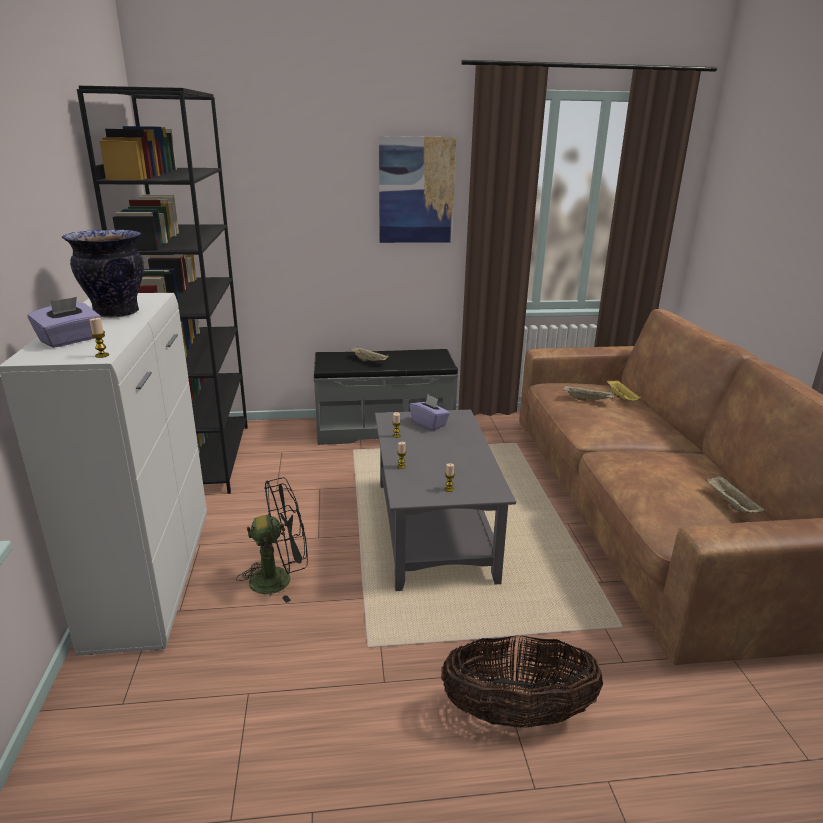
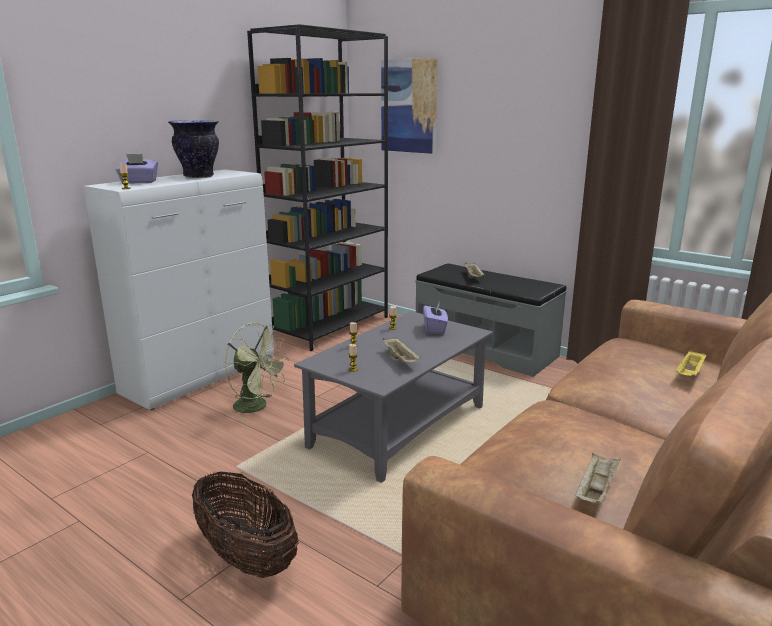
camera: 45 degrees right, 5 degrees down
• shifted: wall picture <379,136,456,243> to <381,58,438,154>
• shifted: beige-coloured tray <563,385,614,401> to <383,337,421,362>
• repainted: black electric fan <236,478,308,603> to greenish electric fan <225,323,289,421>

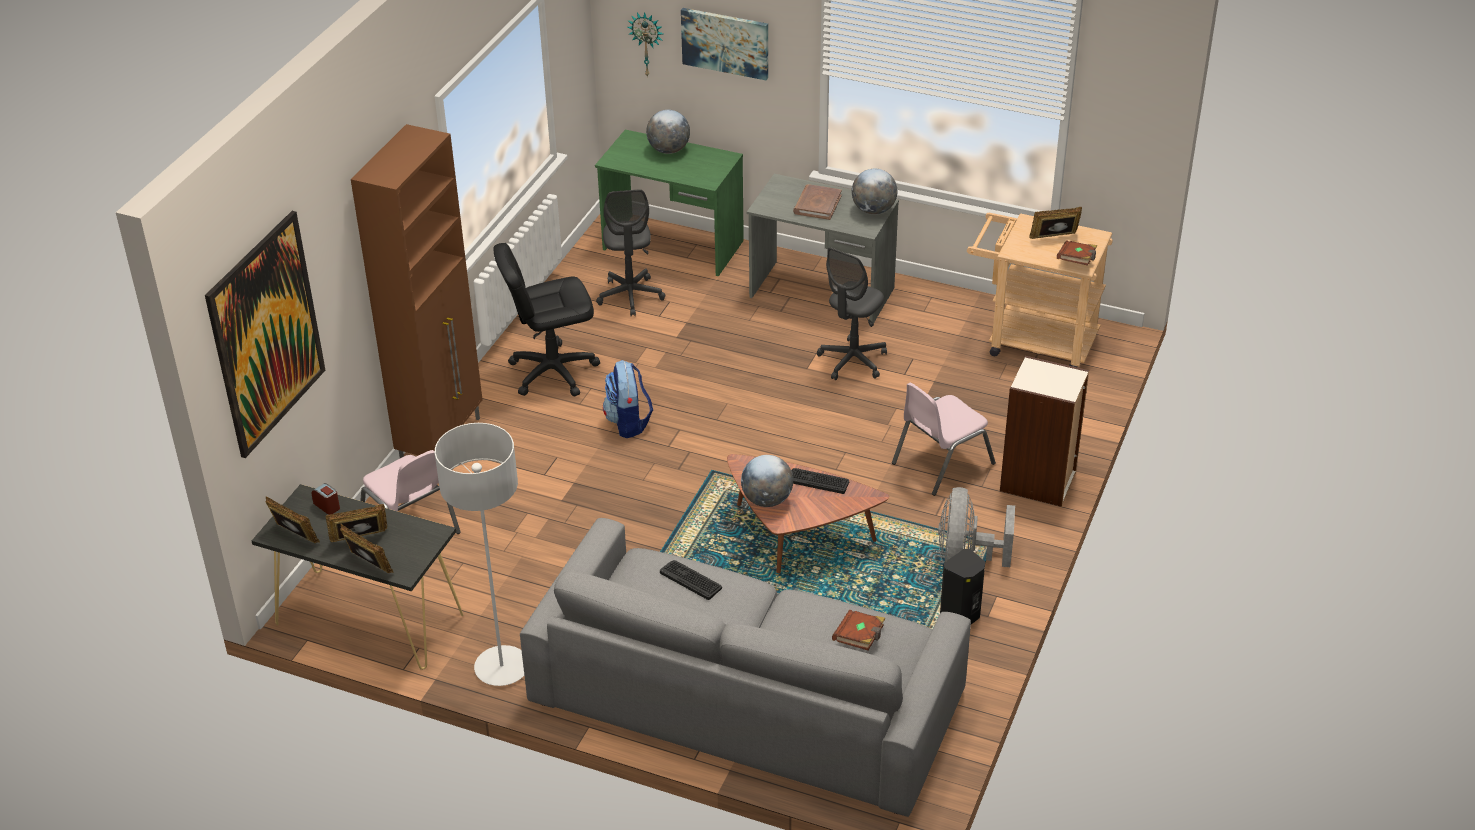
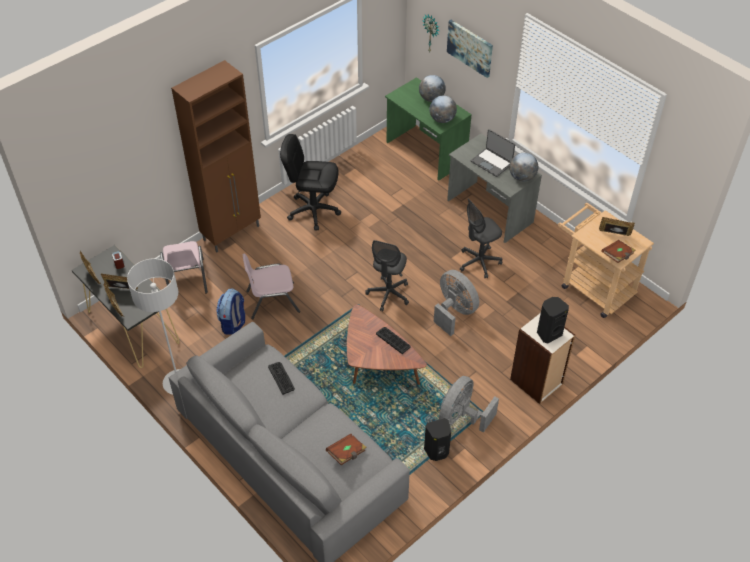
camera: 25 degrees right, 10 degrees up
• swapped: brownish bound book <793,184,842,220> to portable computer <471,129,515,177>
• shifted: gray desk chair <596,189,665,316> to <365,240,409,311>
• gone: wall picture <205,211,325,458>
• shifted: rucksack <603,360,653,438> to <216,289,245,335>
• shifted: pink plain chair <892,382,996,496> to <242,253,300,320>
• shifted: desk globe <741,455,793,507> to <429,95,457,123>
• new: gray electric fan <434,270,479,336>
• new: black loudspeaker <537,297,569,343>

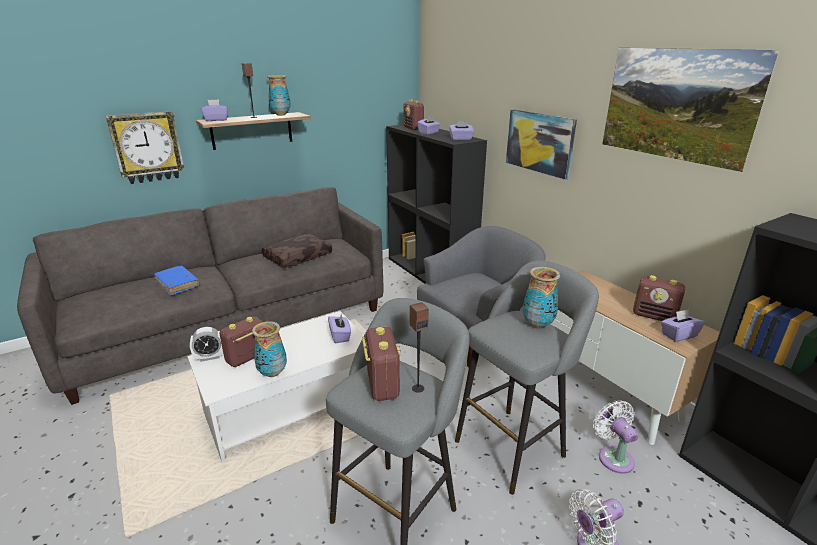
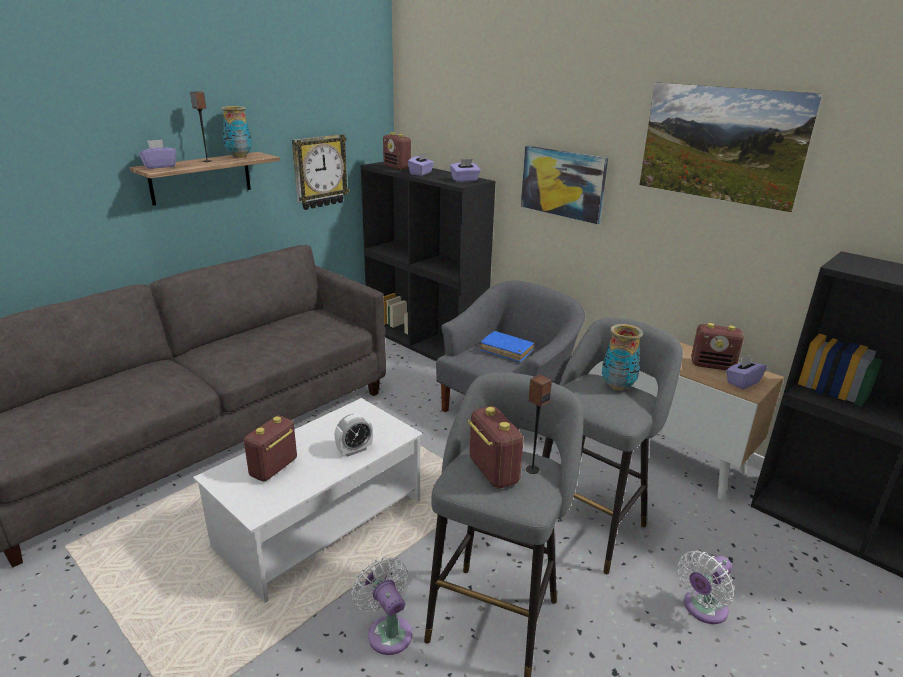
camera: 15 degrees left, 0 degrees up
• shifted: clock on the wall <106,111,184,184> to <292,134,349,210>
• gone: brownish pillow <262,234,332,268>
• shifted: blue-coloured bound book <154,266,199,295> to <480,331,534,362>
• gone: purple-coloured tissue box <328,313,351,343>
• gone: vase <252,321,287,377>
• shifted: bedside clock <190,327,223,362> to <335,414,373,457>
• shifted: white electric fan <593,400,638,474> to <351,557,412,655>

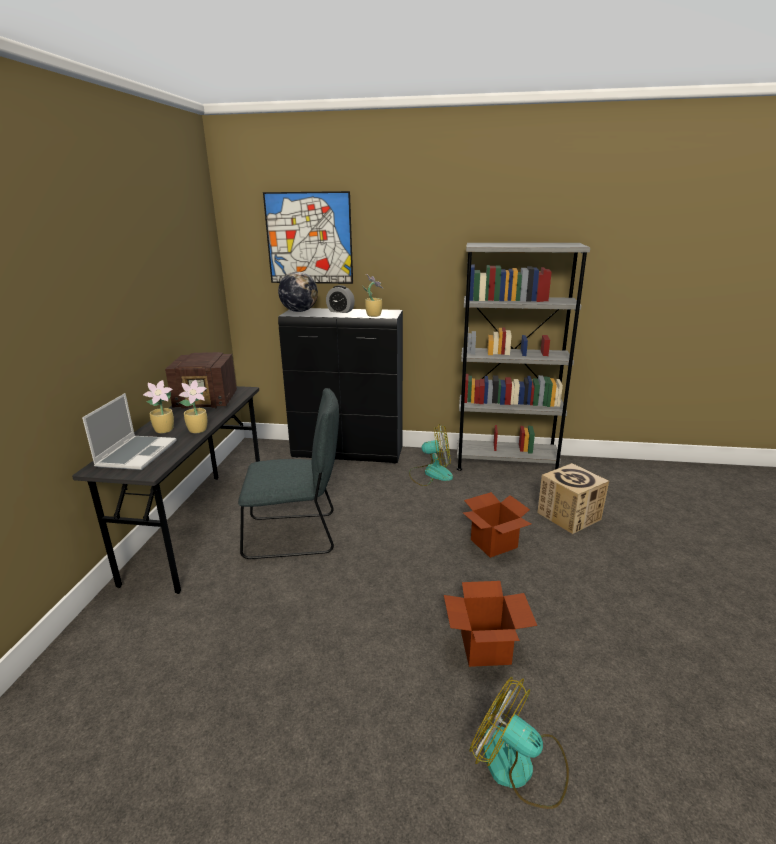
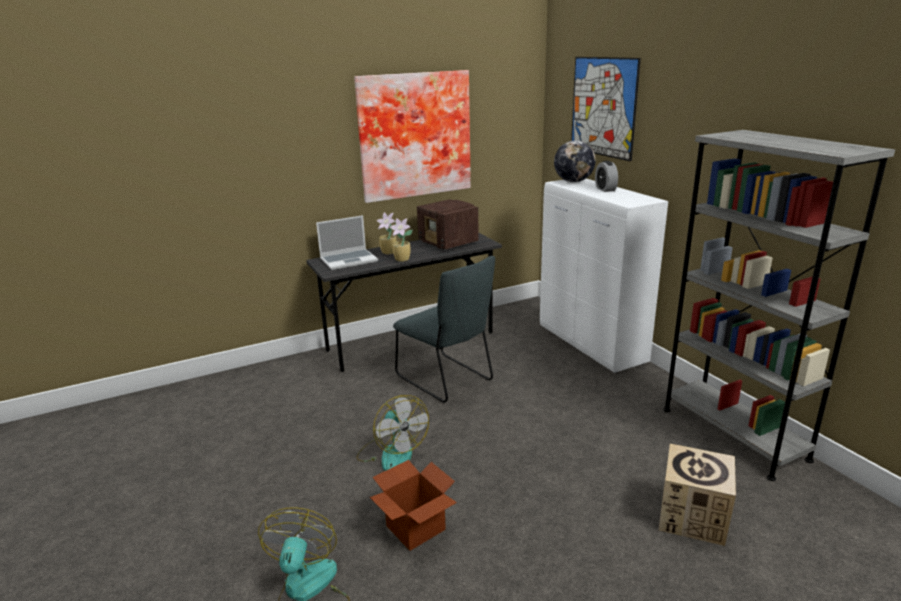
camera: 55 degrees right, 0 degrees up
• gone: houseplant <363,274,383,317>
• repainted: black cupboard <278,308,403,464> to white cupboard <540,179,668,373>
• shifted: electric fan <409,424,453,486> to <357,395,429,471>
• gone: cardboard box <463,492,531,558>
• new: wall picture <354,70,471,203>

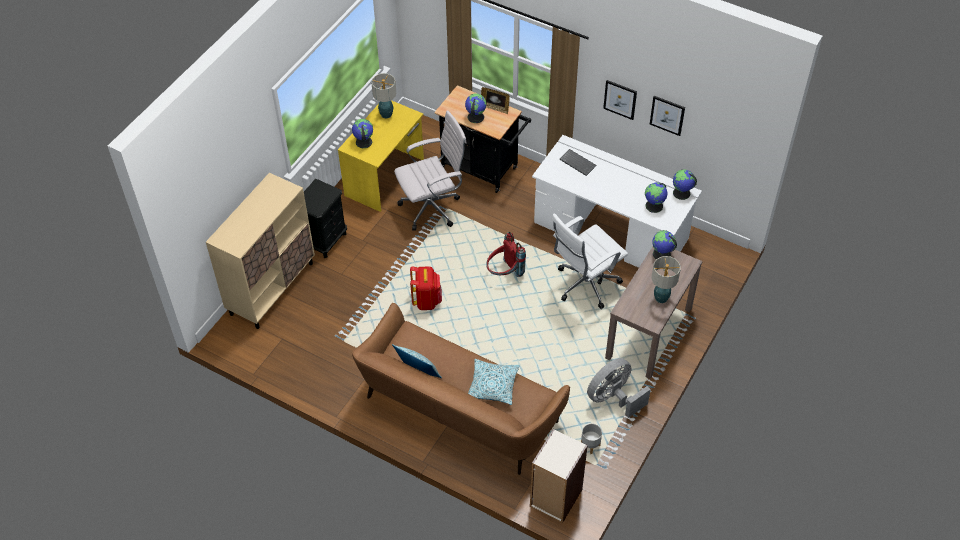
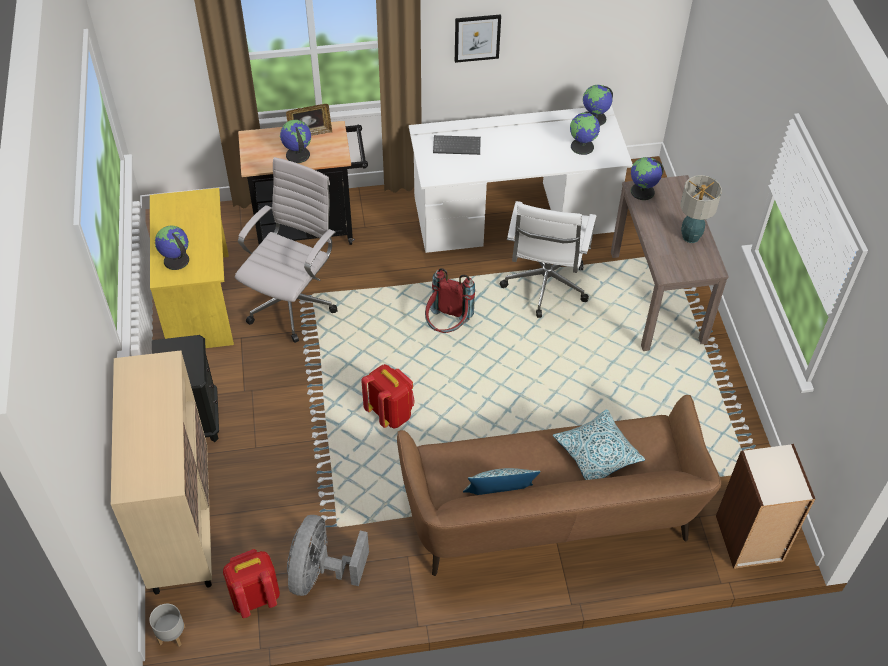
camera: 40 degrees left, 0 degrees up
• gone: lamp for a table <371,73,396,118>
• gone: wall picture <650,96,685,136>
• shifted: gray electric fan <587,358,651,418> to <287,515,369,596>
• shifted: gray planter <581,424,602,454> to <149,604,185,646>
• new: red-coloured rucksack <223,549,280,618>

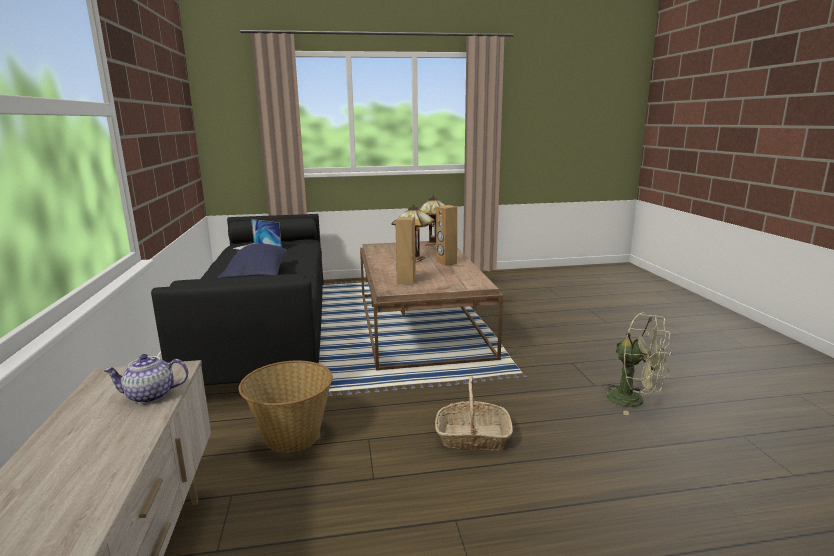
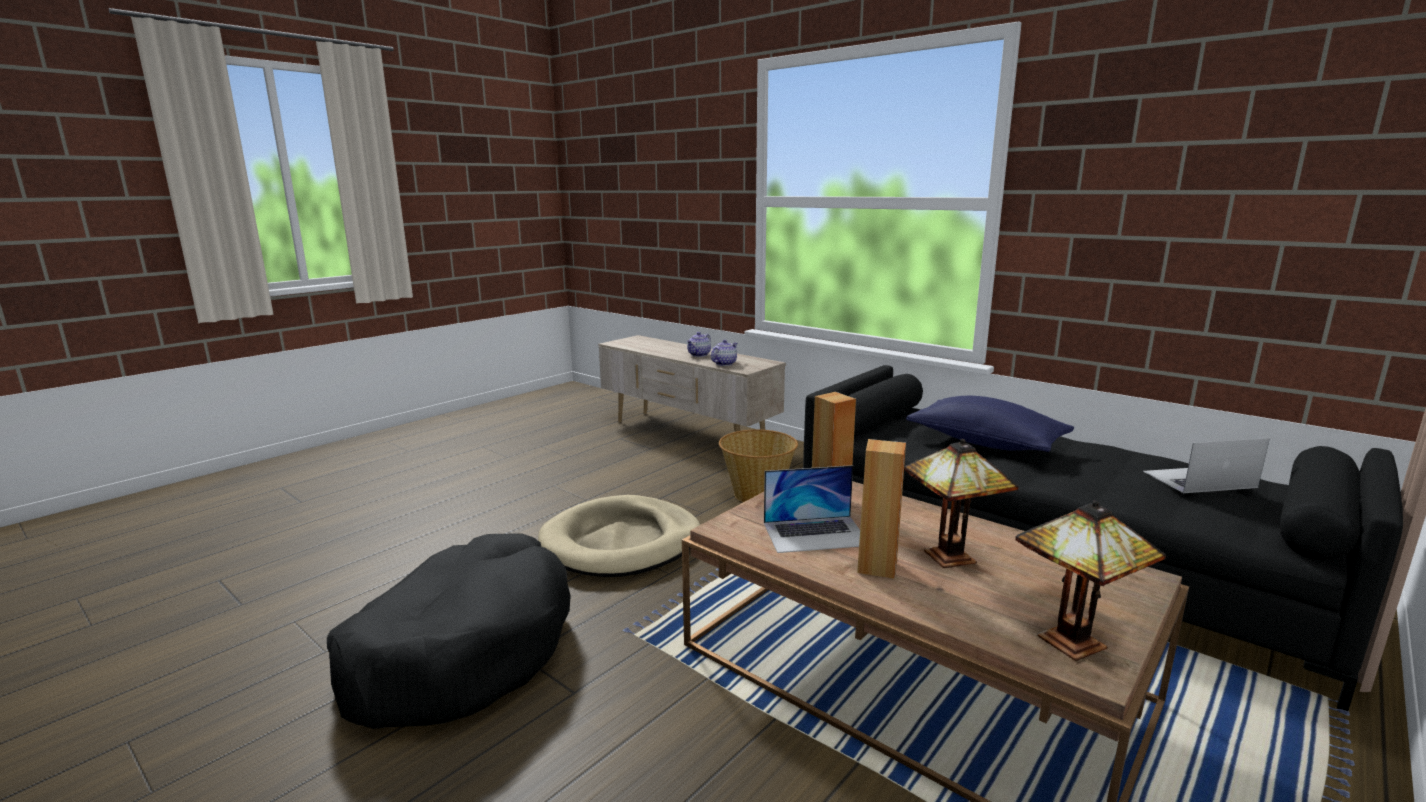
camera: 140 degrees right, 0 degrees up
• swapped: greenish electric fan <603,313,672,415> to black pet bed <327,534,571,729>
• swapped: household basket <435,376,513,450> to beige-coloured pet bed <538,495,700,577>
• new: pot for tea <687,332,711,357>
• new: portable computer <764,465,860,553>

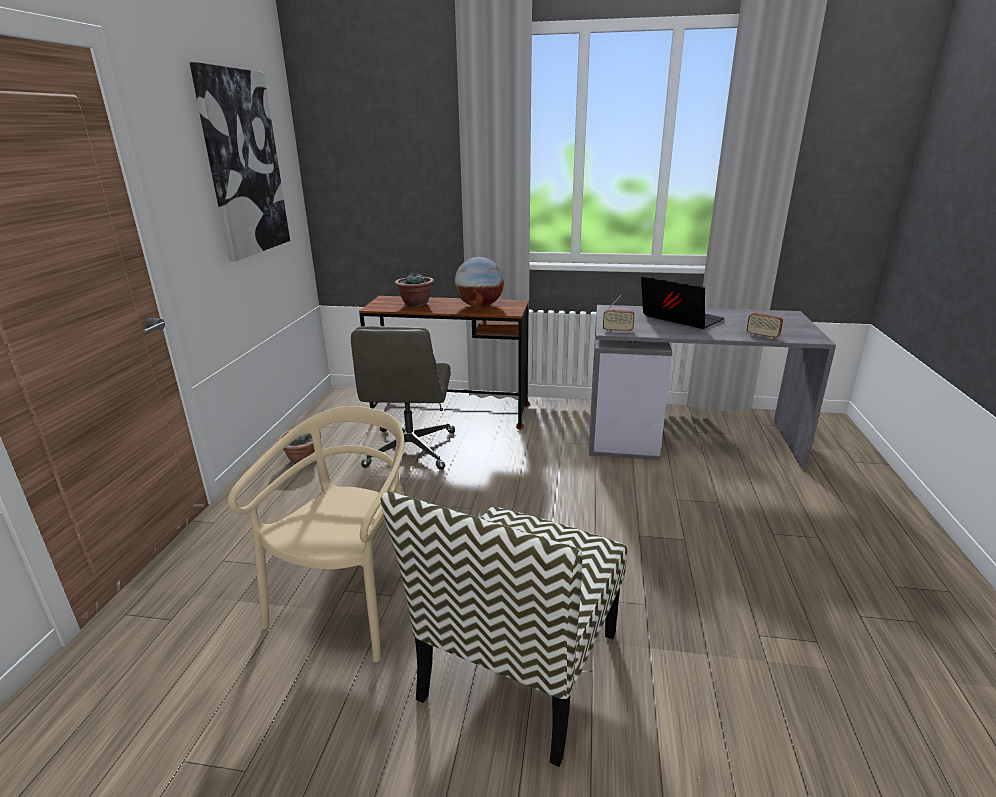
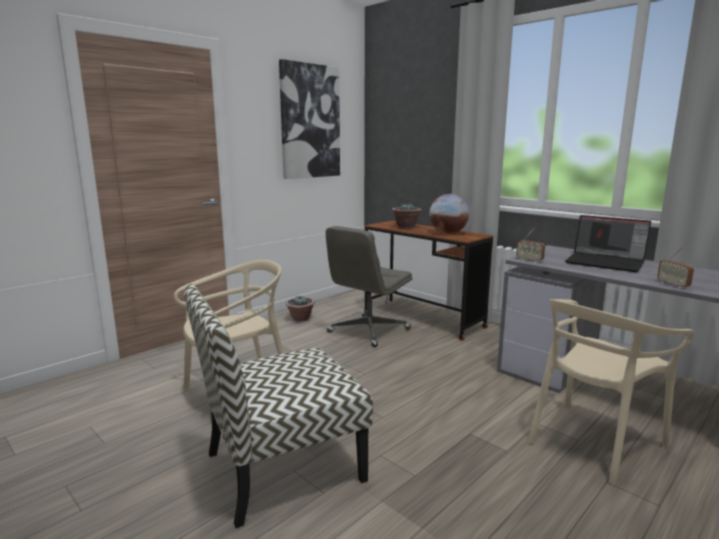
camera: 35 degrees right, 10 degrees down
• rotated: portable computer <641,276,724,329> = <565,215,651,272> 135 degrees clockwise
• new: beige-coloured plain chair <528,299,694,485>

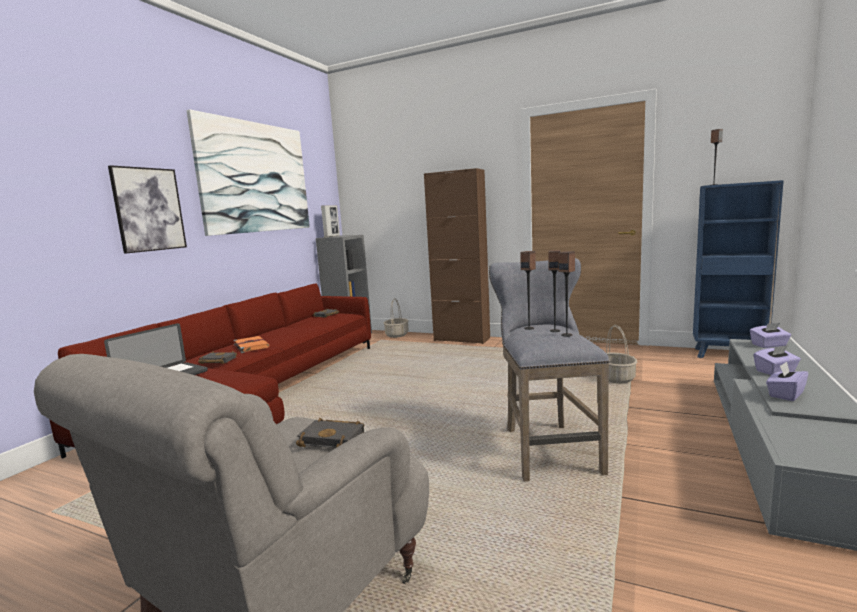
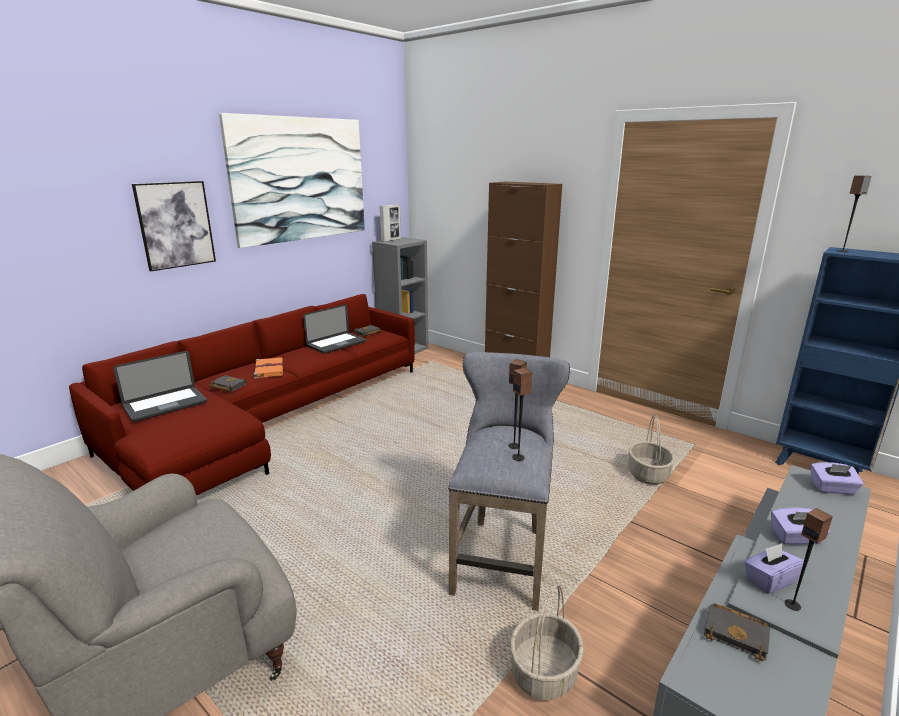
camera: 15 degrees right, 10 degrees up
• shifted: loudspeaker <520,251,536,330> to <785,508,833,611>
• shifted: household basket <384,298,409,338> to <510,584,584,700>
• shifted: black bound book <296,418,364,448> to <704,603,770,661>
• new: portable computer <303,304,366,354>

